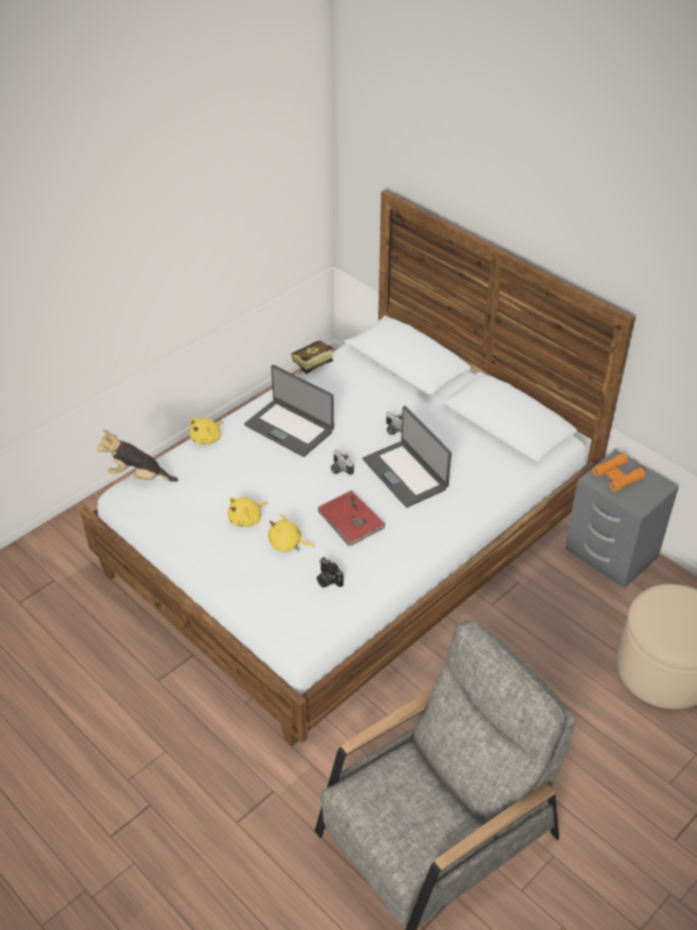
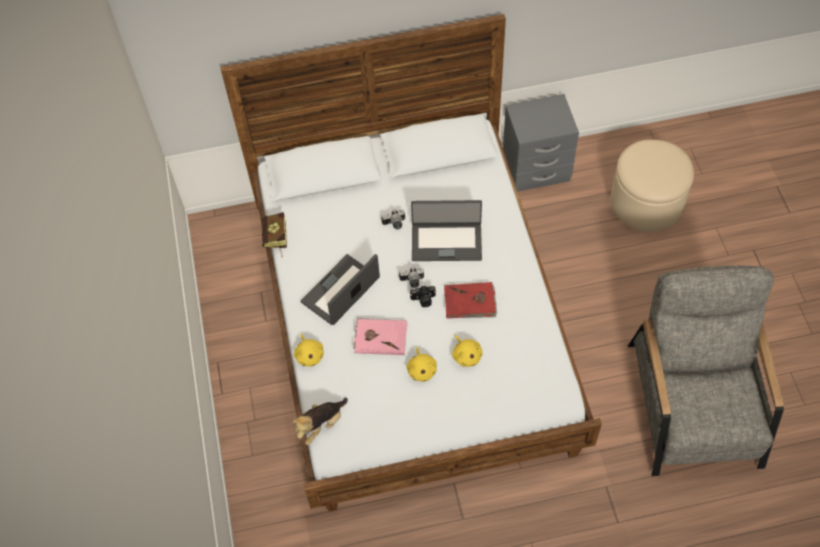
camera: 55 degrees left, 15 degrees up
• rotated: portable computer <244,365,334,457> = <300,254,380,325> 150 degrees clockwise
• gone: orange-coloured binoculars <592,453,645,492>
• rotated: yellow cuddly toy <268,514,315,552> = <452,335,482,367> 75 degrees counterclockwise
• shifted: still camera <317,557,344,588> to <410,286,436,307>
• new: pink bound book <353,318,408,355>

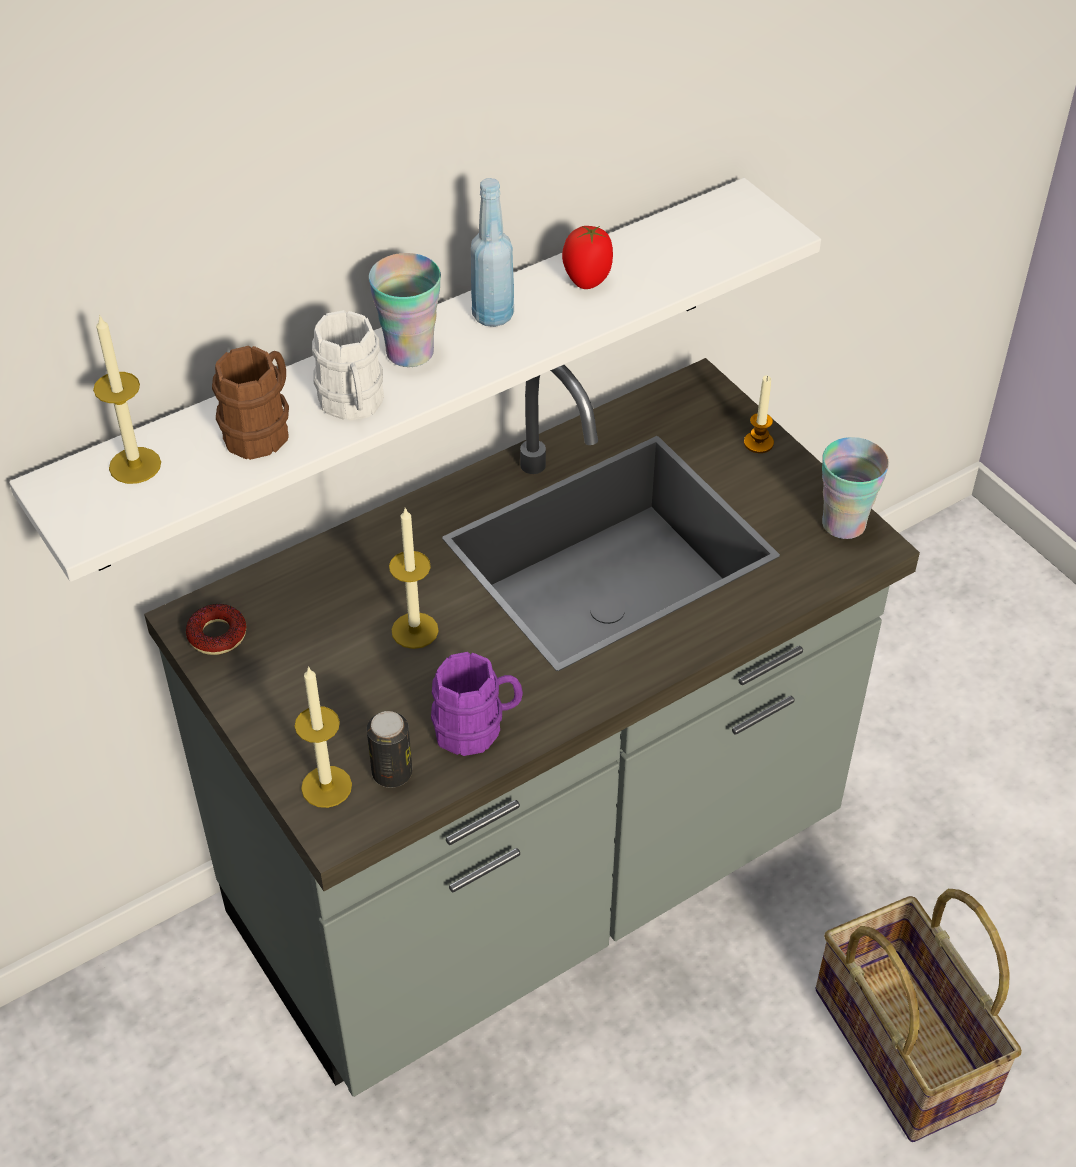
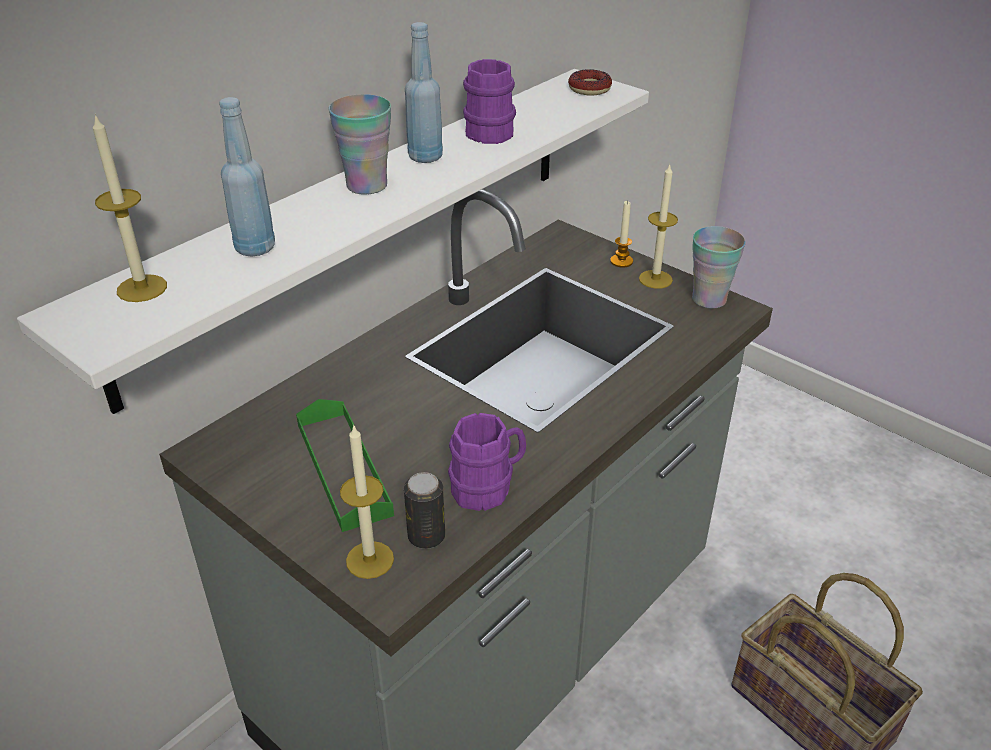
camera: 15 degrees left, 10 degrees down
• swapped: tomato <562,225,613,289> to purple-coloured coffee mug <463,59,516,144>
• gone: white coffee mug <312,310,384,421>
• swapped: brownish coffee mug <212,346,289,460> to blue-coloured drink bottle <219,97,275,257>
• shifted: candle <389,508,439,649> to <639,163,678,289>
• shifted: doughnut <186,604,246,655> to <568,69,612,96>
• new: greenish tray <296,399,394,532>

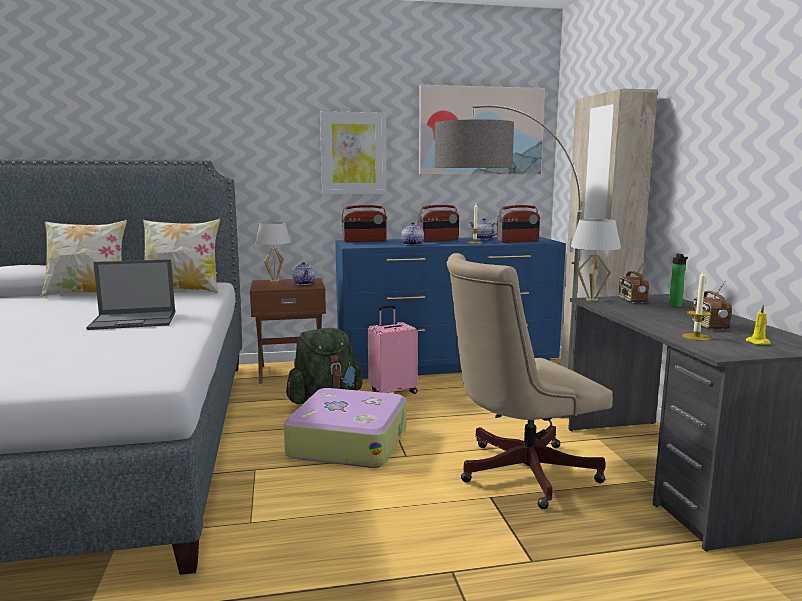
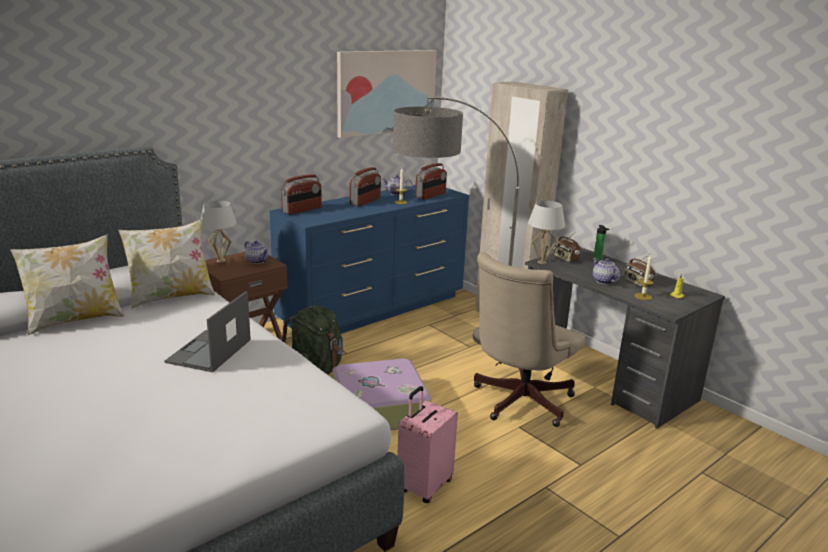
camera: 30 degrees left, 10 degrees up
• gone: wall picture <320,111,386,194>
• shifted: pot for tea <401,222,424,245> to <593,258,620,284>
• rotated: portable computer <86,259,175,330> = <165,291,251,372> 150 degrees clockwise
• shifted: pink suitcase <368,305,418,394> to <397,386,458,503>

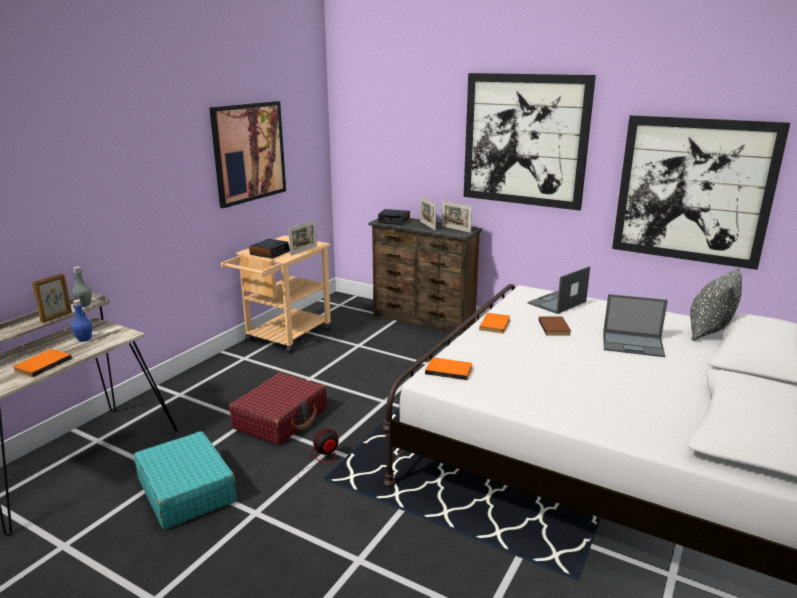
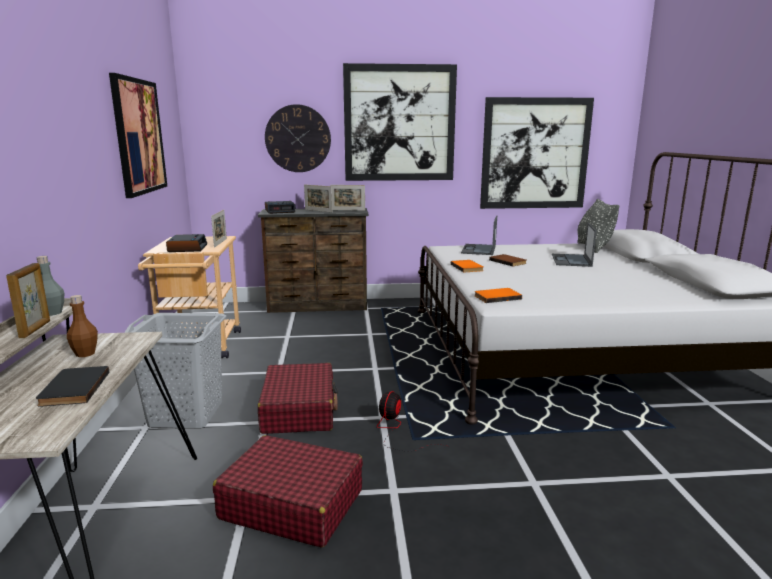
camera: 35 degrees left, 5 degrees down
• rotated: portable computer <603,294,668,357> = <552,223,597,267> 120 degrees clockwise
• repainted: blue-coloured drink bottle <72,300,92,342> to brownish drink bottle <67,295,98,357>
• repainted: orange-coloured bound book <13,349,72,377> to black bound book <36,366,109,407>
• repainted: blue-green suitcase <134,431,236,529> to red-coloured suitcase <213,435,363,548>
• new: clock on the wall <265,104,331,172>
• new: gray laundry basket <124,313,226,429>

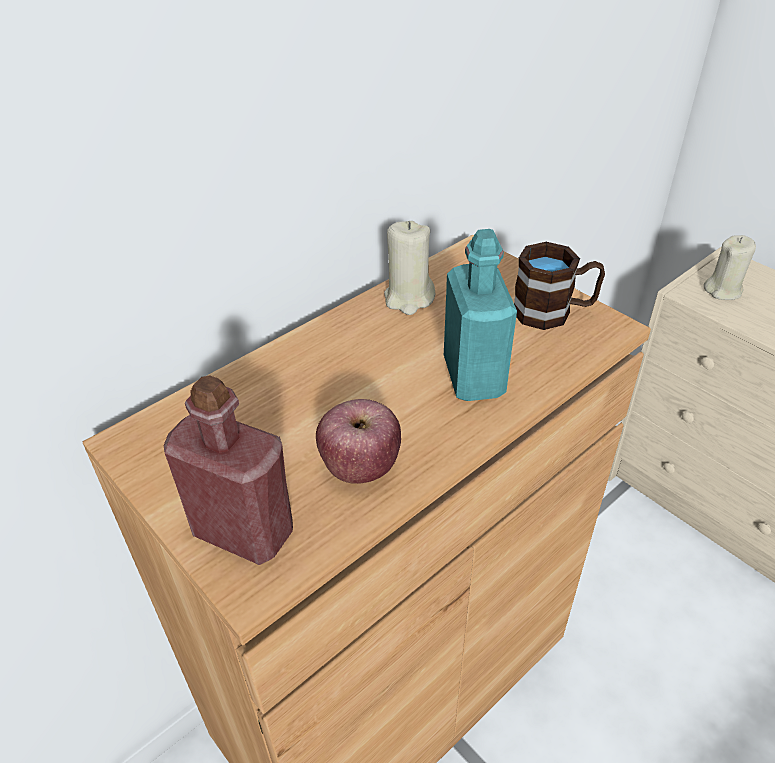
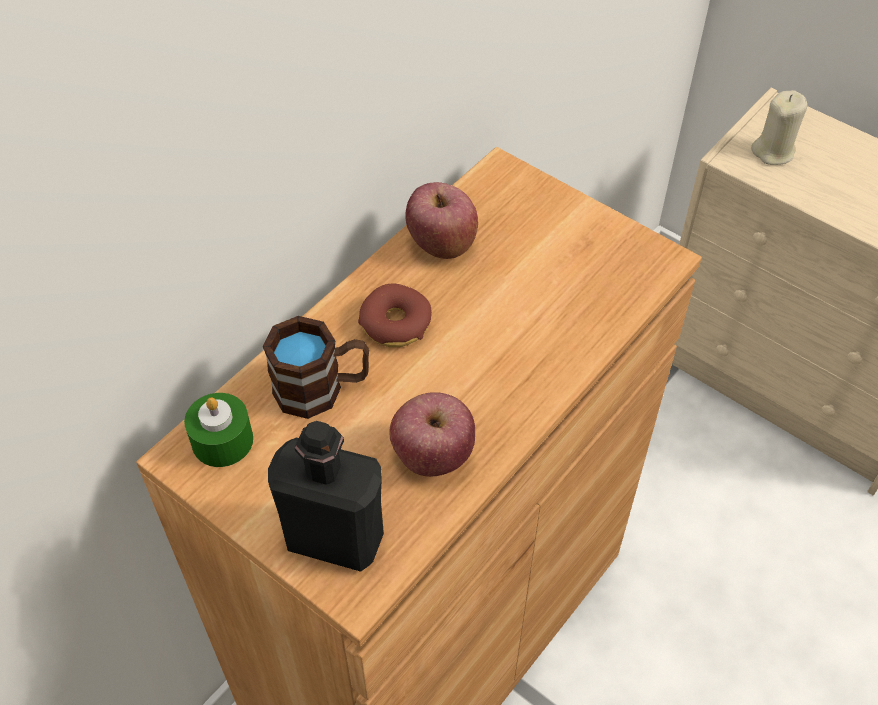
camera: 10 degrees left, 10 degrees up
• swapped: beige-coloured candle <384,221,435,315> to apple fruit <406,182,478,259>
• gone: blue-green drink bottle <444,229,517,401>
• shifted: brownish coffee mug <514,242,605,330> to <263,316,369,419>
• repainted: red-coloured drink bottle <163,376,293,565> to black drink bottle <268,421,384,572>
• new: doughnut <358,284,432,347>
• new: greenish candle <184,393,253,467>

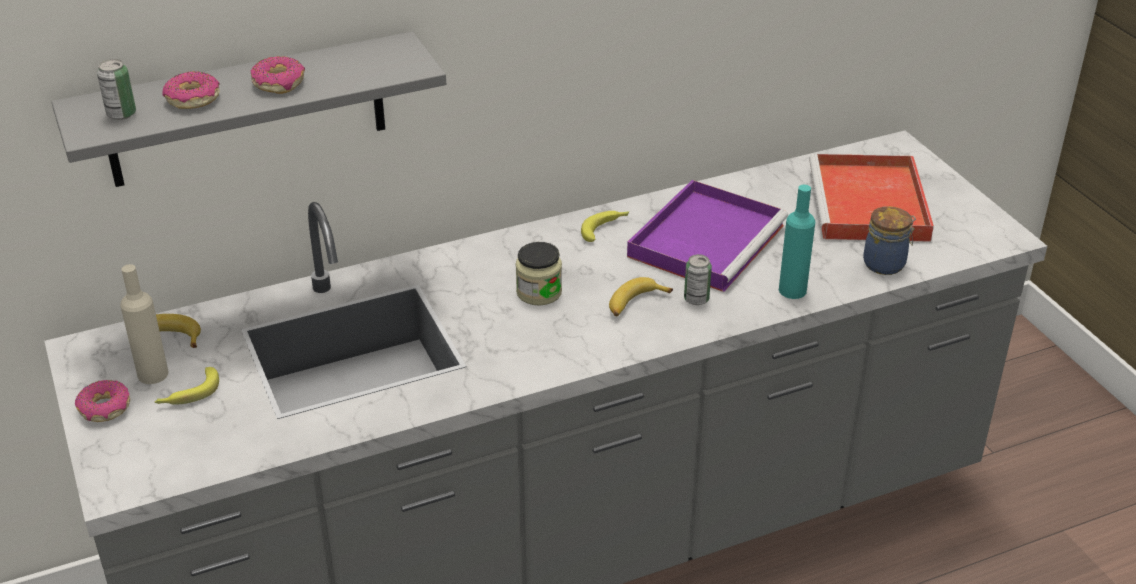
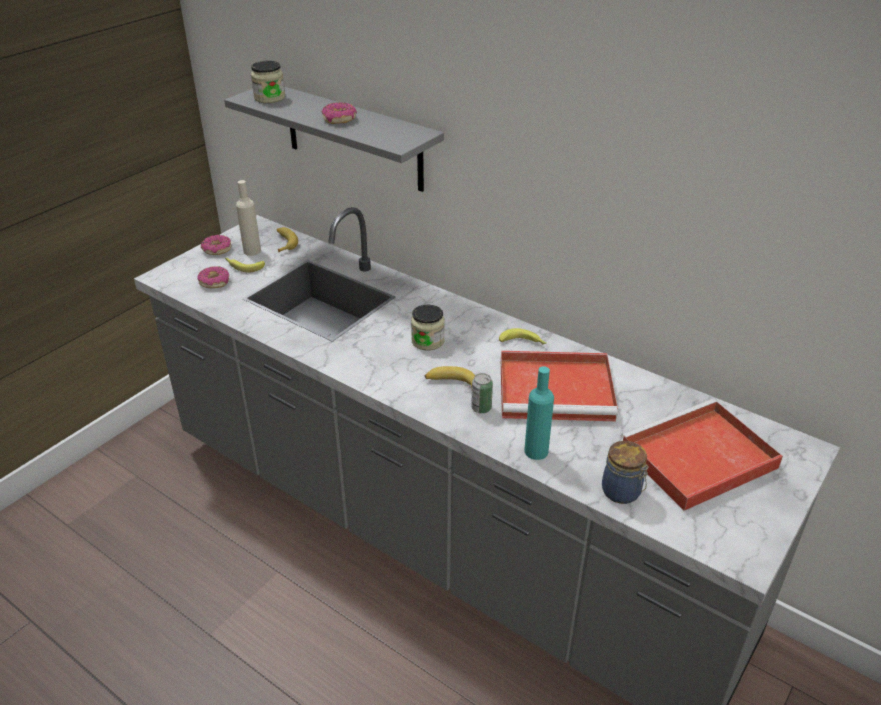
camera: 60 degrees right, 0 degrees up
• swapped: can <97,59,136,120> to storage jar <251,61,285,103>
• shifted: doughnut <162,71,220,109> to <197,266,229,288>
• repainted: purple-coloured tray <627,180,788,292> to red-coloured tray <501,351,618,421>

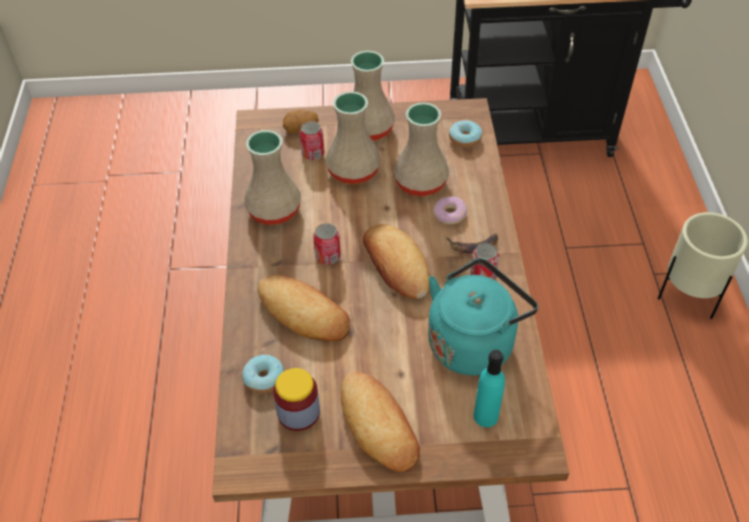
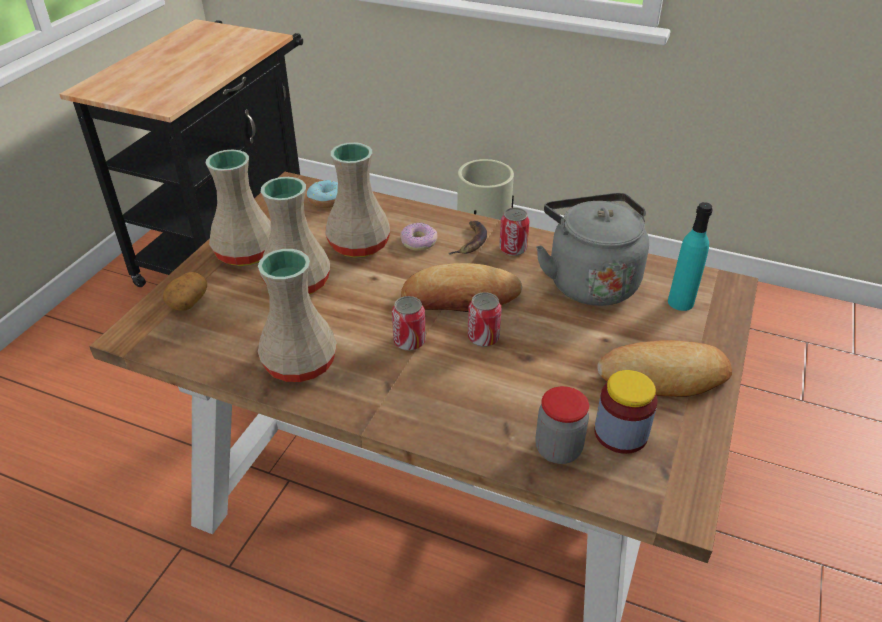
camera: 65 degrees left, 10 degrees down
• shifted: can <299,121,324,160> to <468,292,502,347>
• repainted: blue-green kettle <428,258,538,376> to gray kettle <536,193,649,306>
• gone: bakery bread <258,275,350,341>
• swapped: doughnut <243,355,284,394> to storage jar <536,386,589,464>

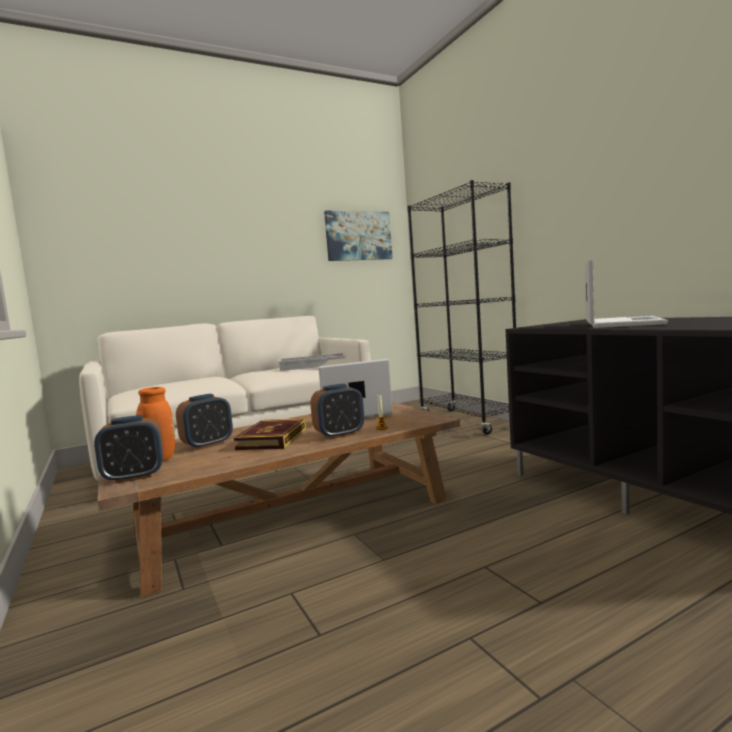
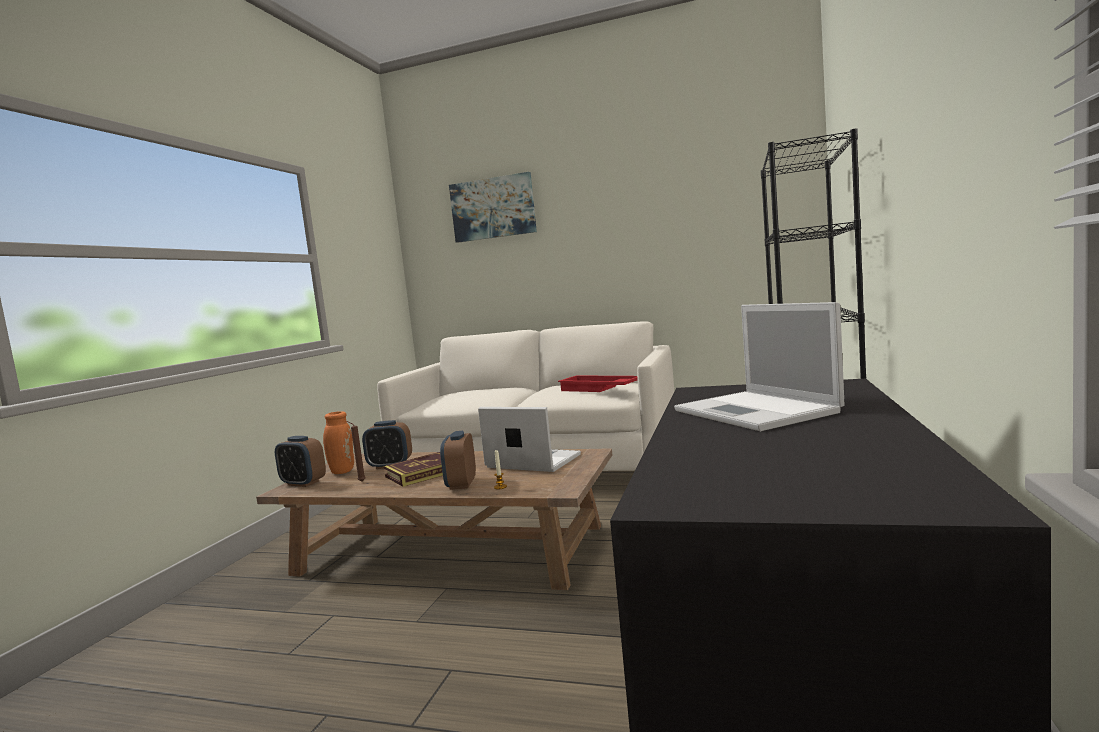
camera: 45 degrees right, 0 degrees up
• shifted: wall picture <324,210,393,261> to <449,172,537,243>
• rotated: portable computer <585,260,668,328> = <674,302,845,431> 90 degrees clockwise
• repainted: white tray <278,353,347,371> to red-coloured tray <558,375,638,392>
• rotated: bedside clock <311,384,364,439> = <440,431,476,490> 75 degrees clockwise
• new: brownish candle <346,421,366,481>

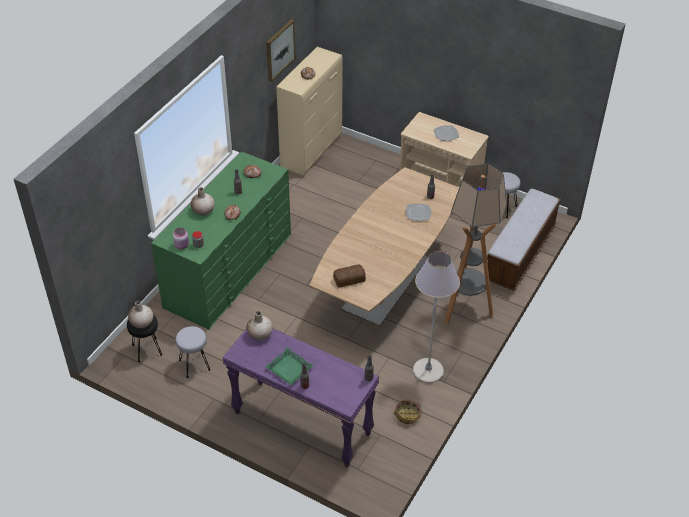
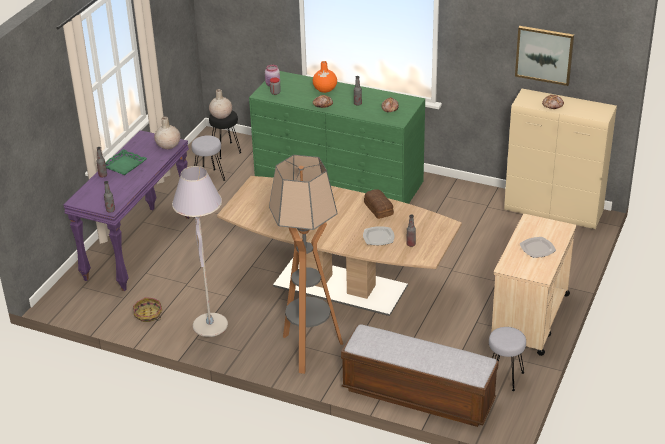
camera: 85 degrees right, 10 degrees down
• repainted: beige-coloured vase <191,187,215,216> to orange-coloured vase <313,61,337,93>
• shifted: bakery bread <333,265,366,288> to <364,189,394,219>

